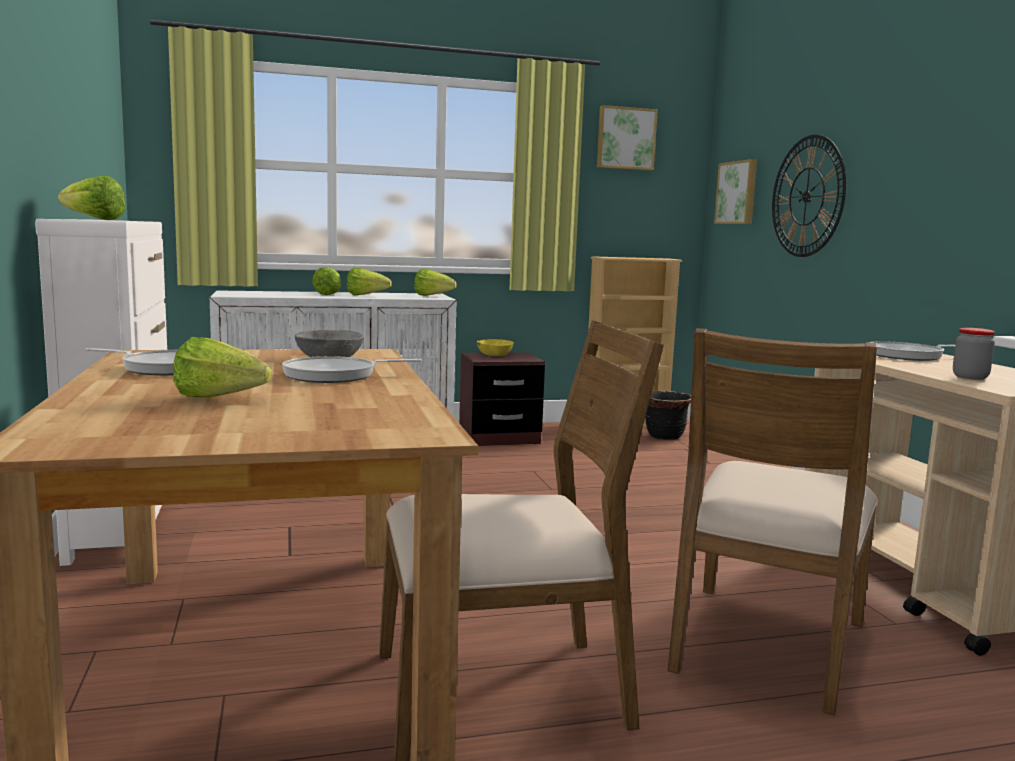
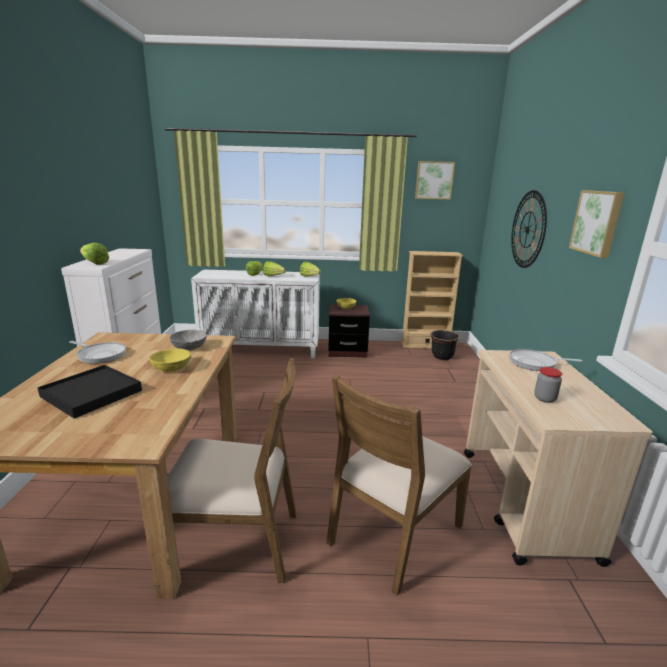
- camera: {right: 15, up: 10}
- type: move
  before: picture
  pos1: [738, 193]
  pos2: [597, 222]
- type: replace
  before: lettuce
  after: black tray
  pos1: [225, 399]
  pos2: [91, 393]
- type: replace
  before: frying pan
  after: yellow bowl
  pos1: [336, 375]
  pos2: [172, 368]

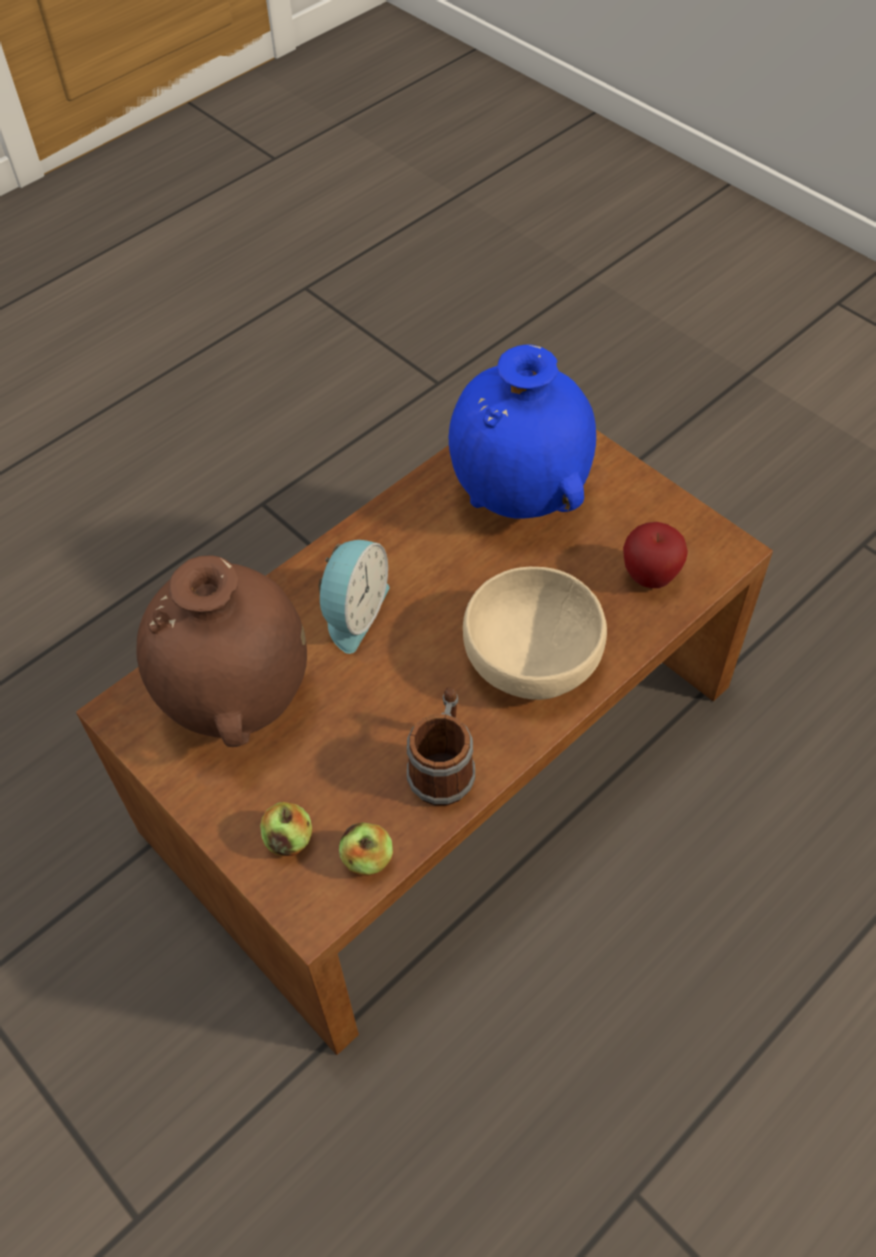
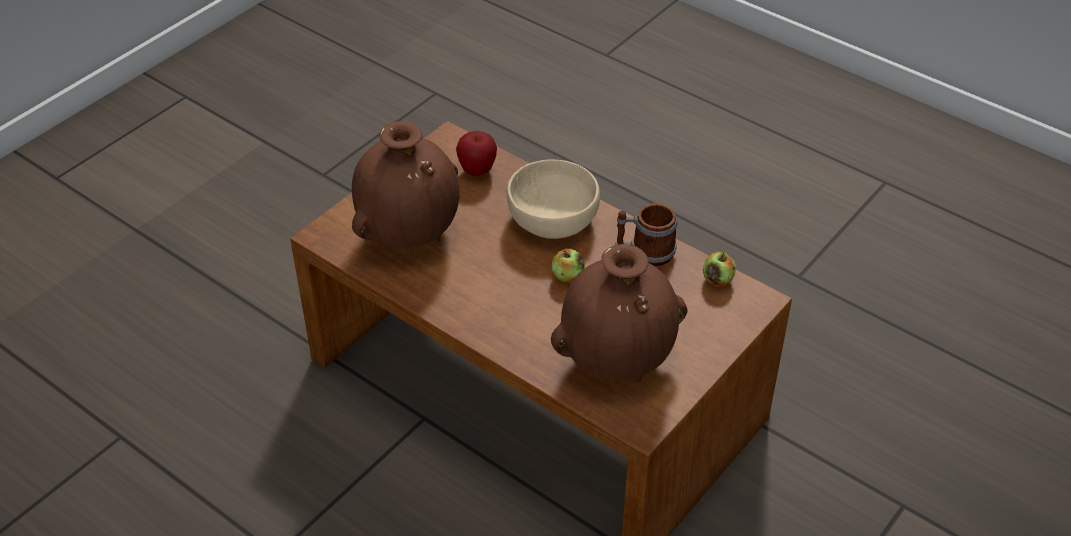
- camera: {right: -100, up: -10}
- type: delete
  before: alarm clock
  pos1: [353, 613]
- type: move
  before: apple
  pos1: [289, 839]
  pos2: [567, 276]
- type: recolor
  before: blue vase
  after: brown vase
  pos1: [520, 496]
  pos2: [410, 235]

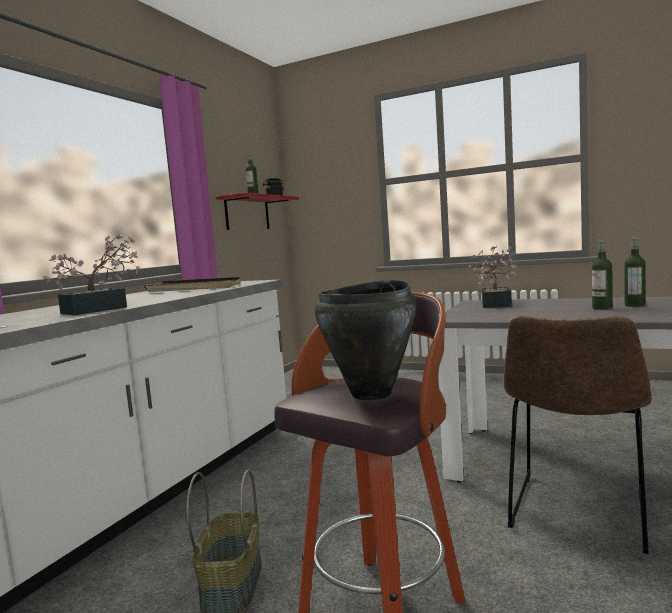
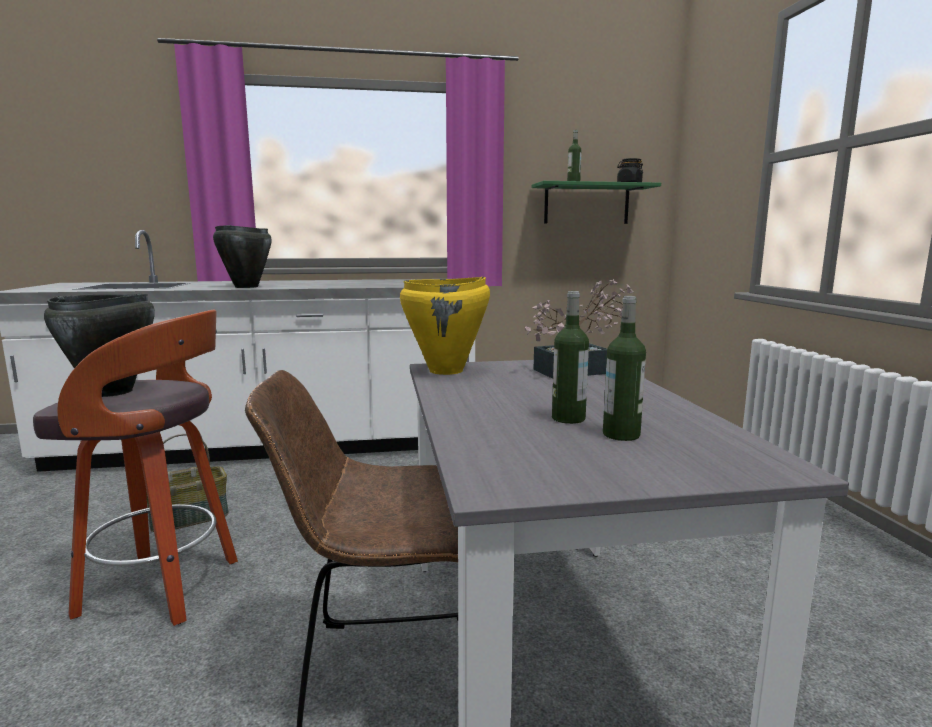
- camera: {right: 55, up: 5}
- type: delete
  before: black tray
  pos1: [195, 288]
- type: insert
  after: yellow cooking pot
  pos2: [446, 371]
- type: replace
  before: potted plant
  after: black cooking pot
  pos1: [102, 309]
  pos2: [246, 287]
- type: recolor
  before: red shelf
  after: green shelf
  pos1: [247, 213]
  pos2: [586, 204]

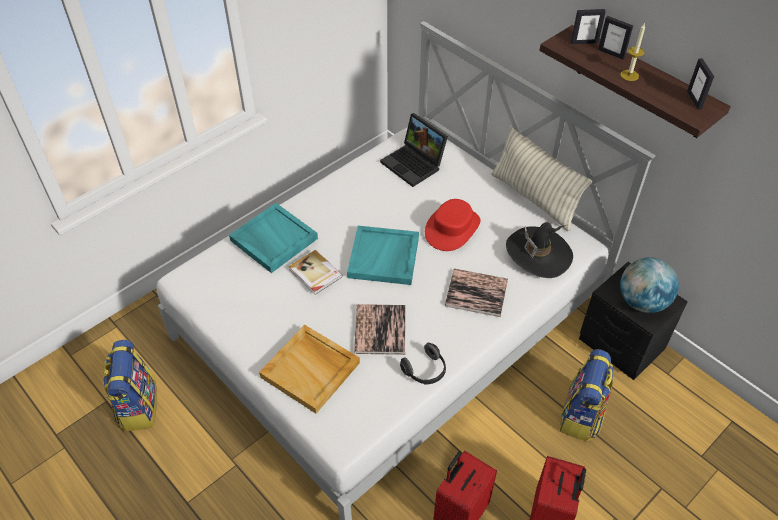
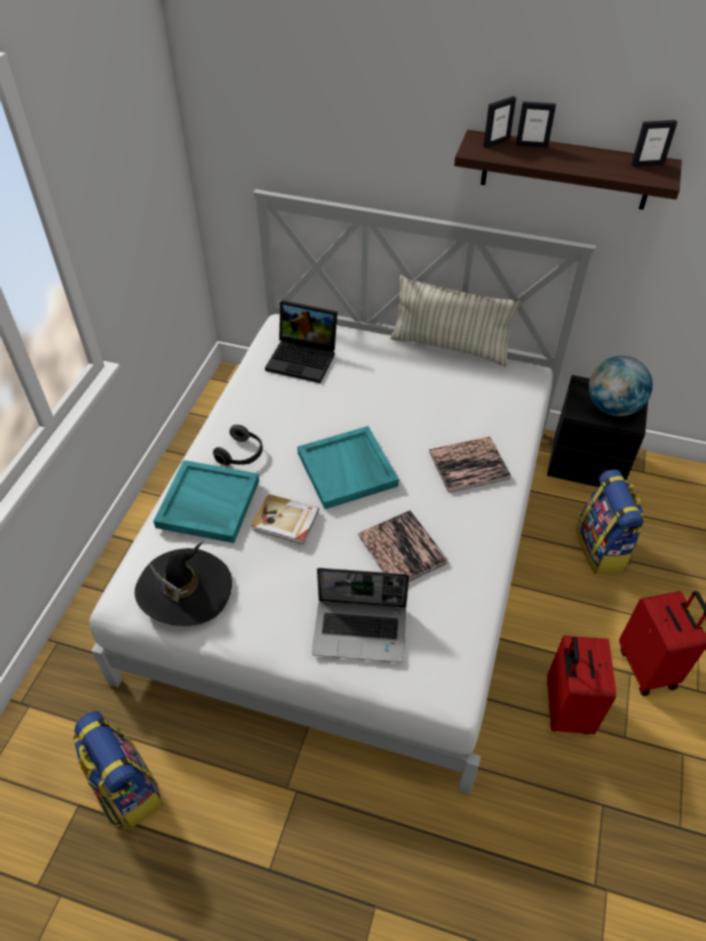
- camera: {right: -30, up: 0}
- type: delete
  before: red hat
  pos1: [452, 228]
- type: delete
  before: candle
  pos1: [629, 75]
- type: move
  before: headphones
  pos1: [425, 371]
  pos2: [241, 455]
- type: move
  before: black hat
  pos1: [538, 253]
  pos2: [185, 589]
- type: replace
  before: beige tray
  after: laptop
  pos1: [311, 370]
  pos2: [361, 630]
- type: rotate
  before: picture frame
  pos1: [694, 100]
  pos2: [647, 164]
  turn: -60

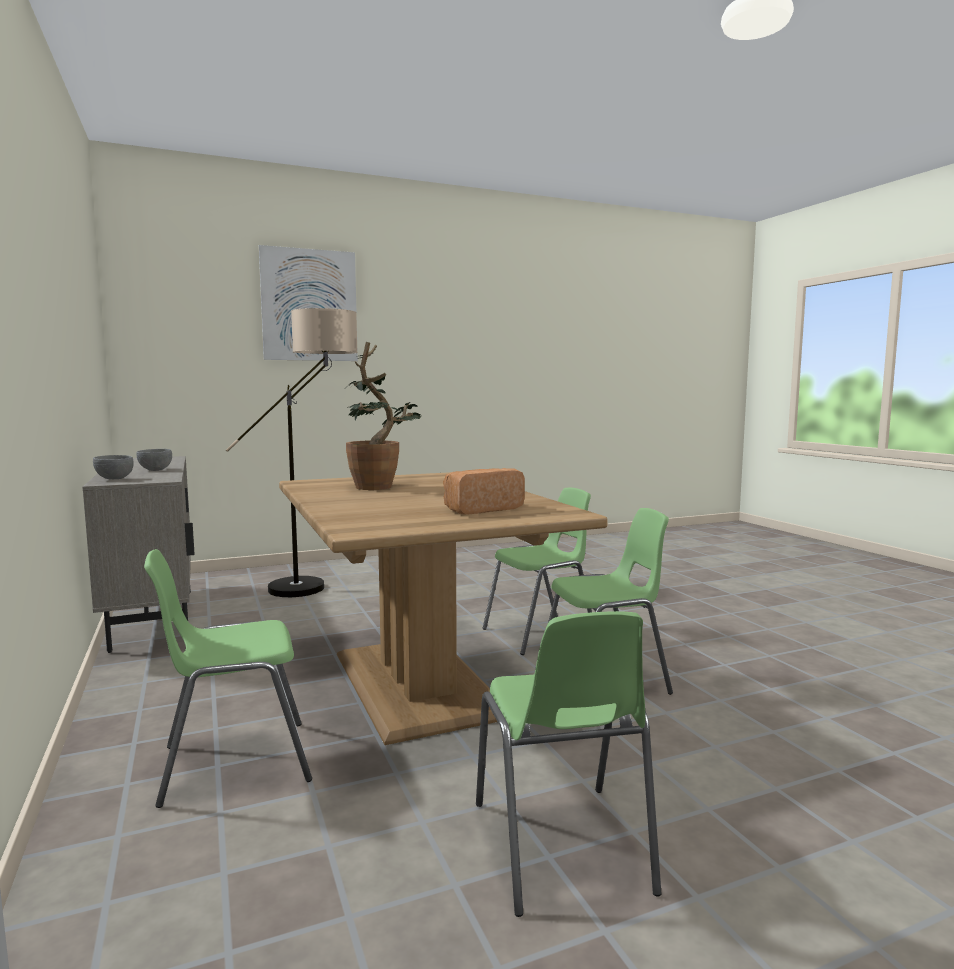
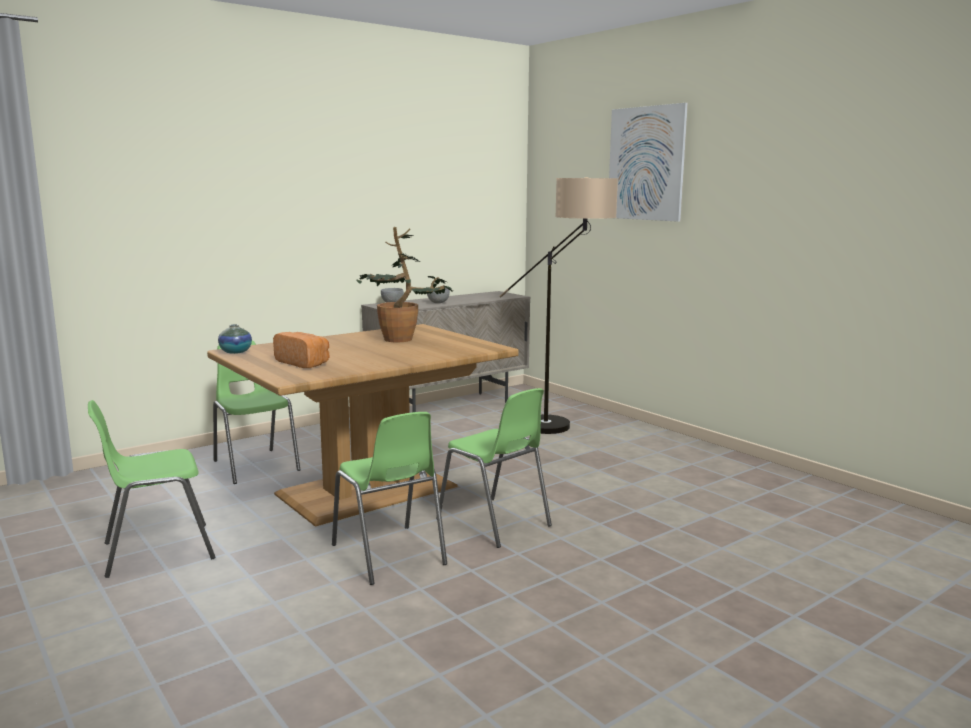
- camera: {right: 75, up: 5}
- type: insert
  after: vase
  pos2: [235, 352]

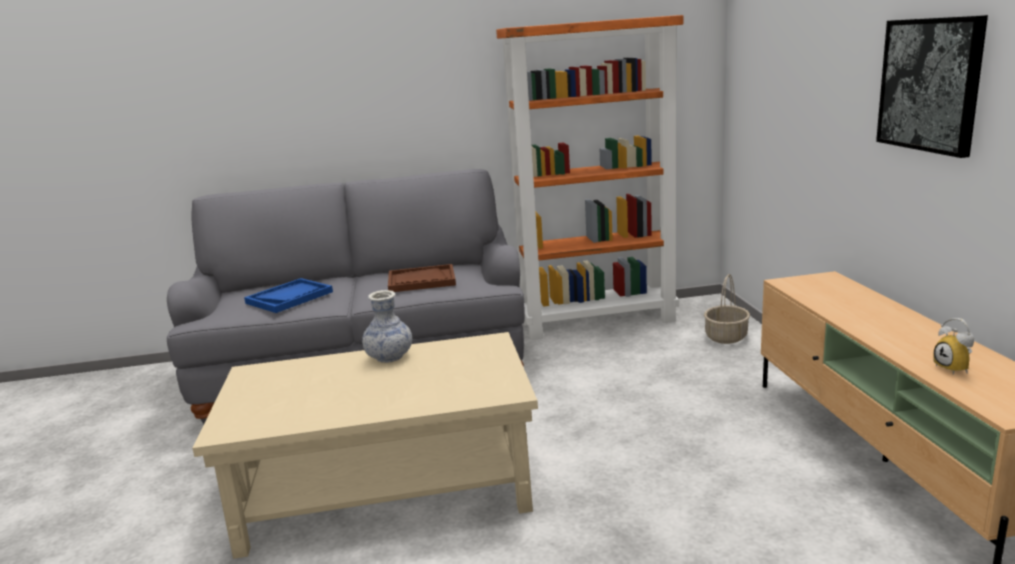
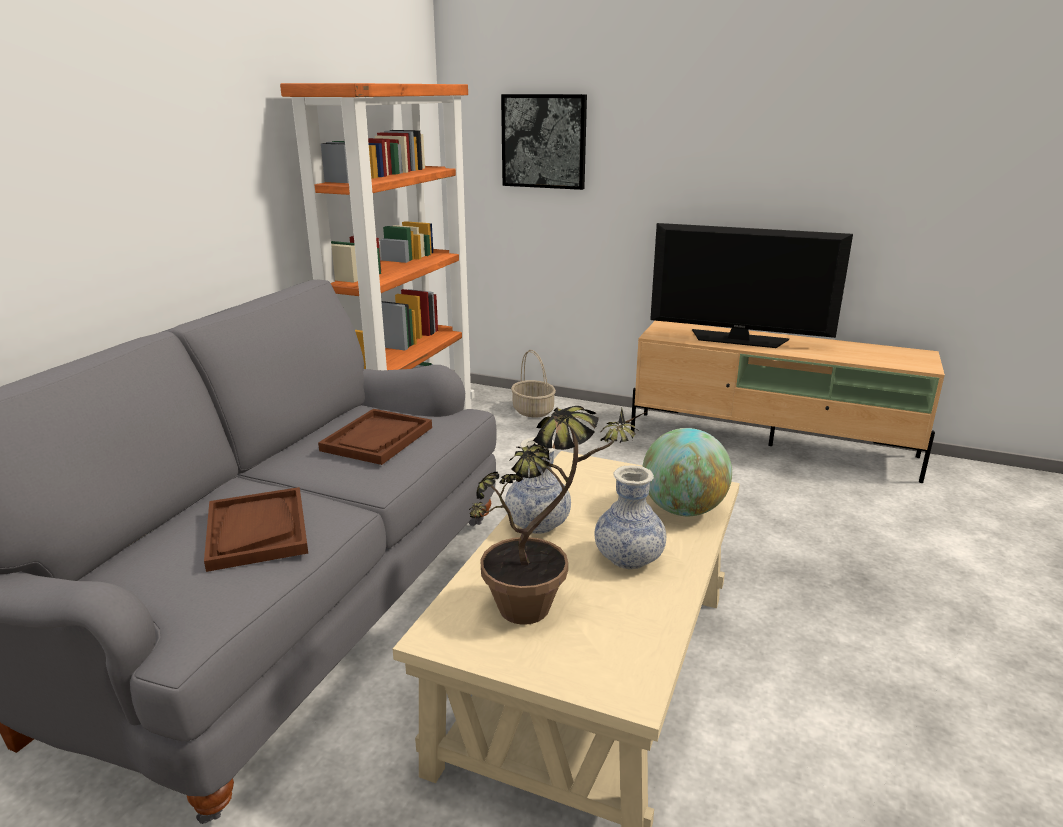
- camera: {right: -60, up: 5}
- type: delete
  before: alarm clock
  pos1: [955, 369]
- type: insert
  after: potted plant
  pos2: [544, 606]
- type: insert
  after: vase
  pos2: [628, 558]
- type: insert
  after: globe
  pos2: [683, 510]
- type: insert
  after: television
  pos2: [738, 339]
- type: move
  before: picture
  pos1: [930, 84]
  pos2: [544, 141]
- type: recolor
  before: blue tray
  after: brown tray
  pos1: [289, 297]
  pos2: [257, 530]

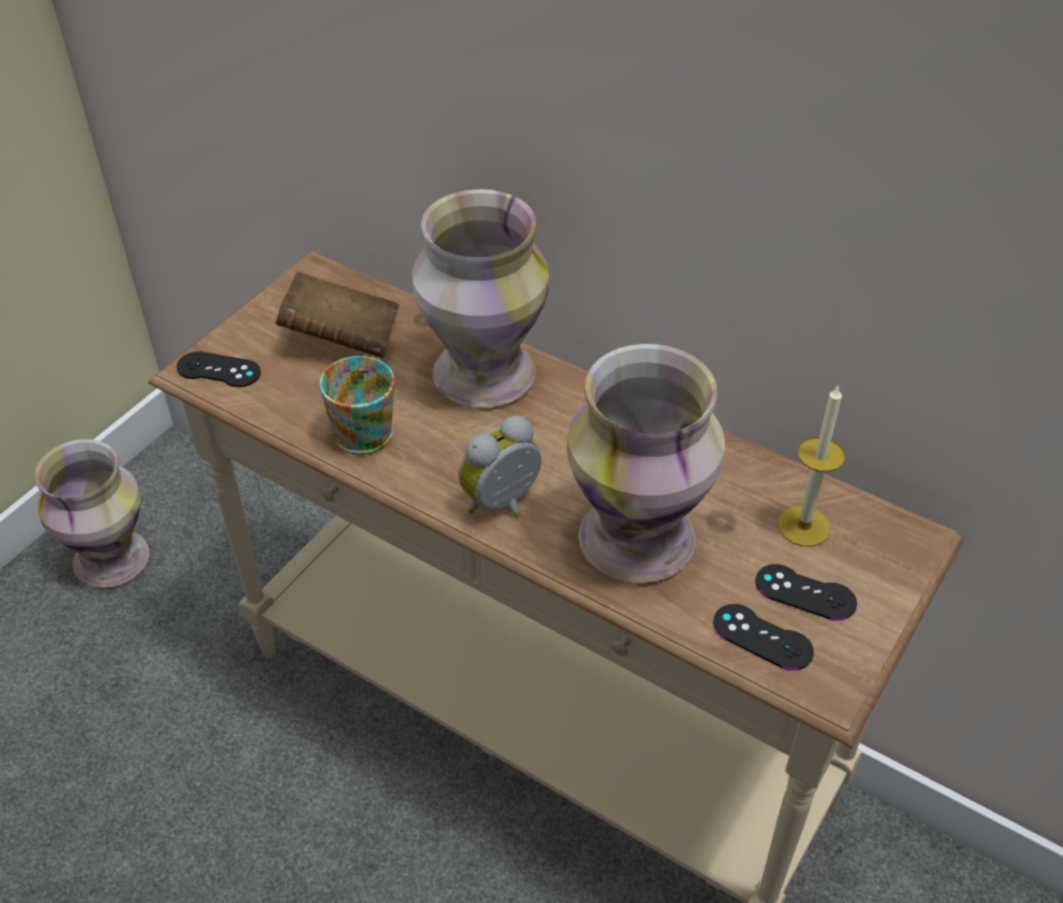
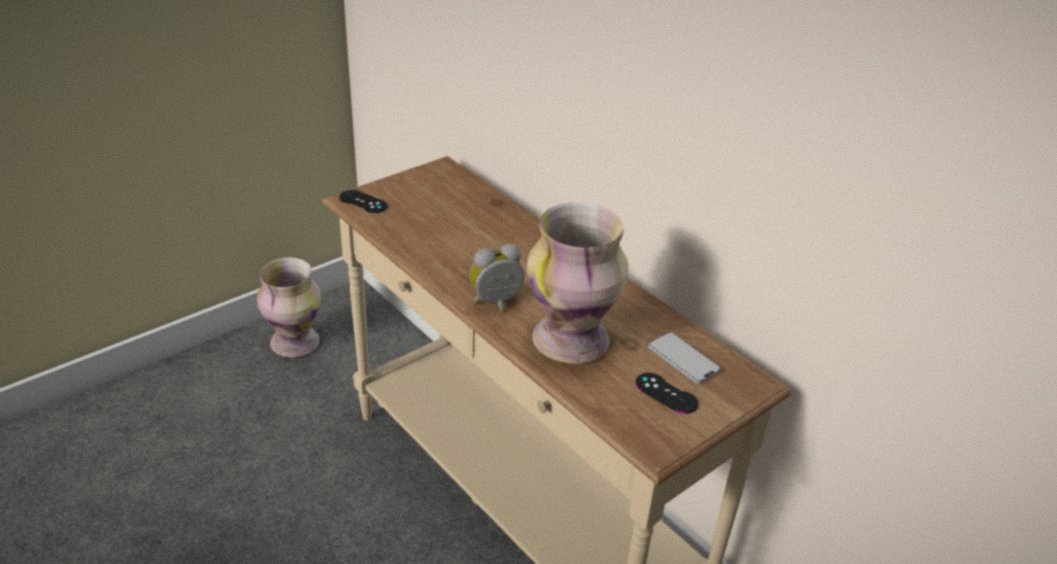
- camera: {right: 15, up: -10}
- type: delete
  before: brown book
  pos1: [342, 338]
- type: delete
  before: mug
  pos1: [365, 426]
- type: delete
  before: vase
  pos1: [481, 375]
- type: delete
  before: black game controller
  pos1: [762, 637]
- type: replace
  before: candle
  after: phone
  pos1: [803, 526]
  pos2: [683, 359]

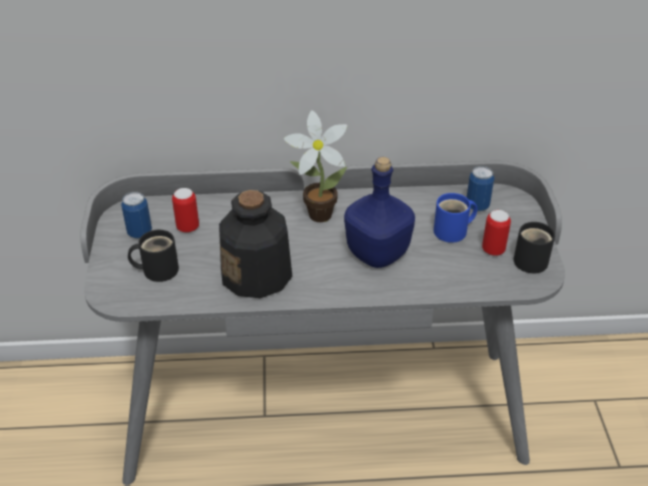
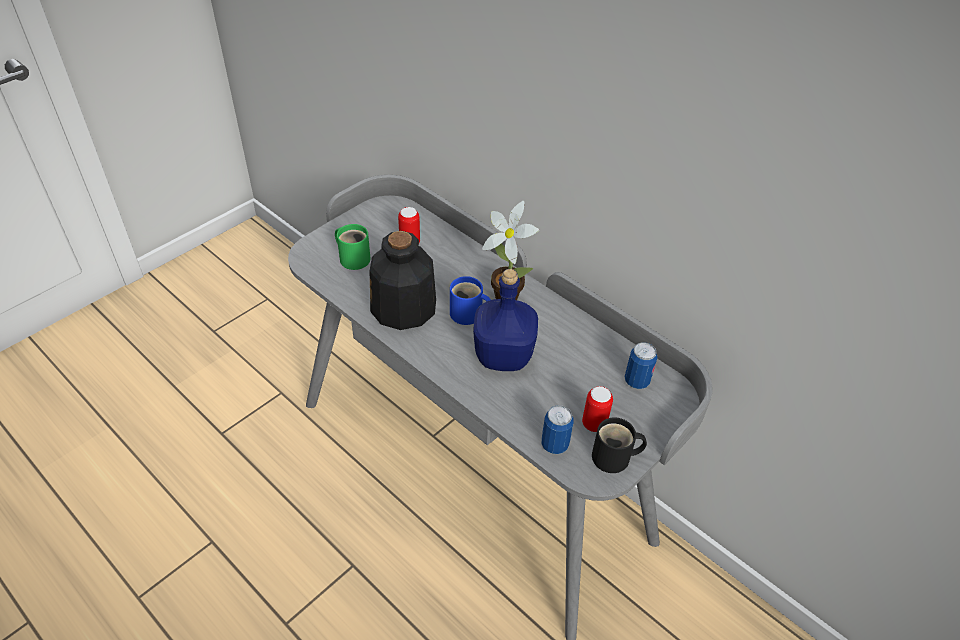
- camera: {right: 45, up: 5}
- type: move
  before: can
  pos1: [139, 232]
  pos2: [554, 445]
- type: move
  before: blue mug
  pos1: [453, 231]
  pos2: [468, 315]
- type: recolor
  before: black mug
  after: green mug
  pos1: [157, 269]
  pos2: [353, 257]

